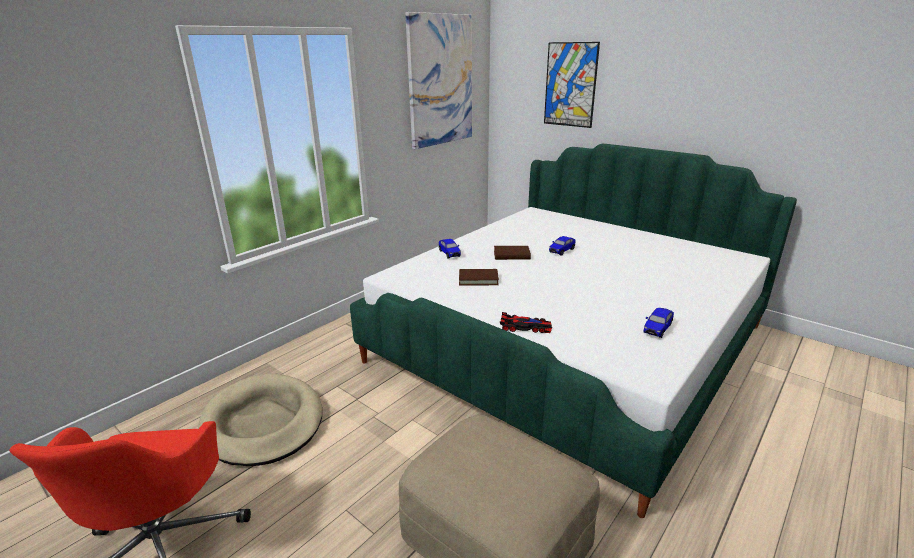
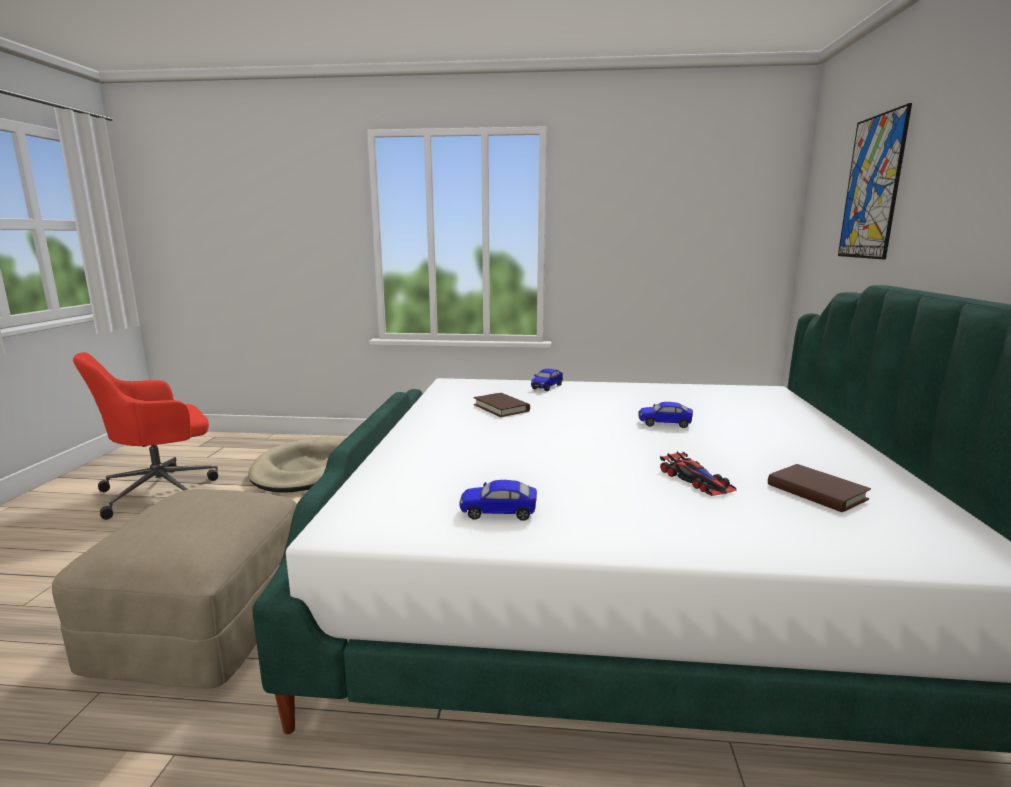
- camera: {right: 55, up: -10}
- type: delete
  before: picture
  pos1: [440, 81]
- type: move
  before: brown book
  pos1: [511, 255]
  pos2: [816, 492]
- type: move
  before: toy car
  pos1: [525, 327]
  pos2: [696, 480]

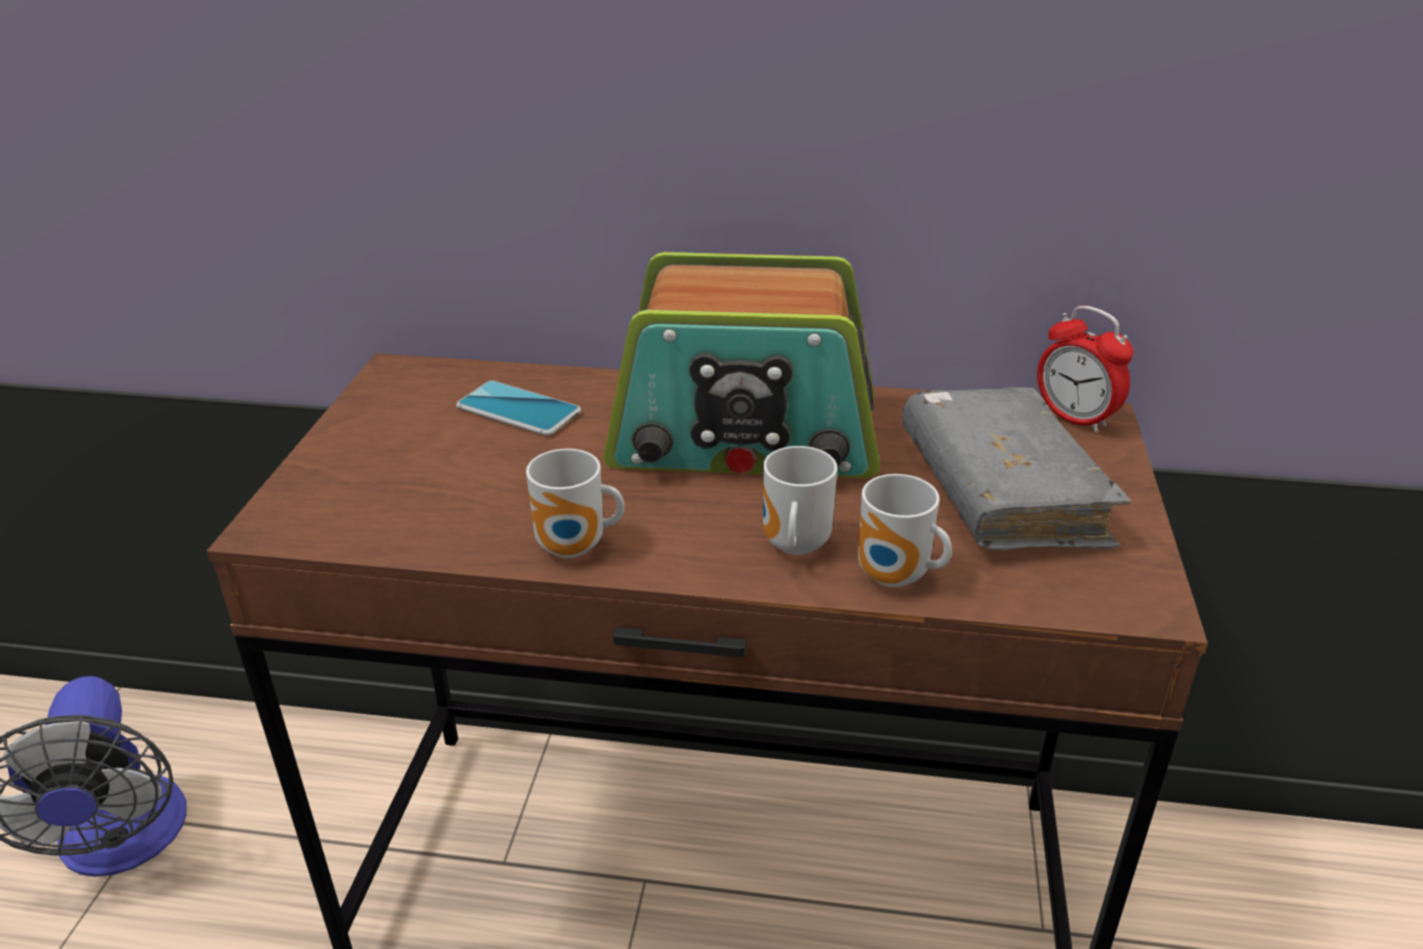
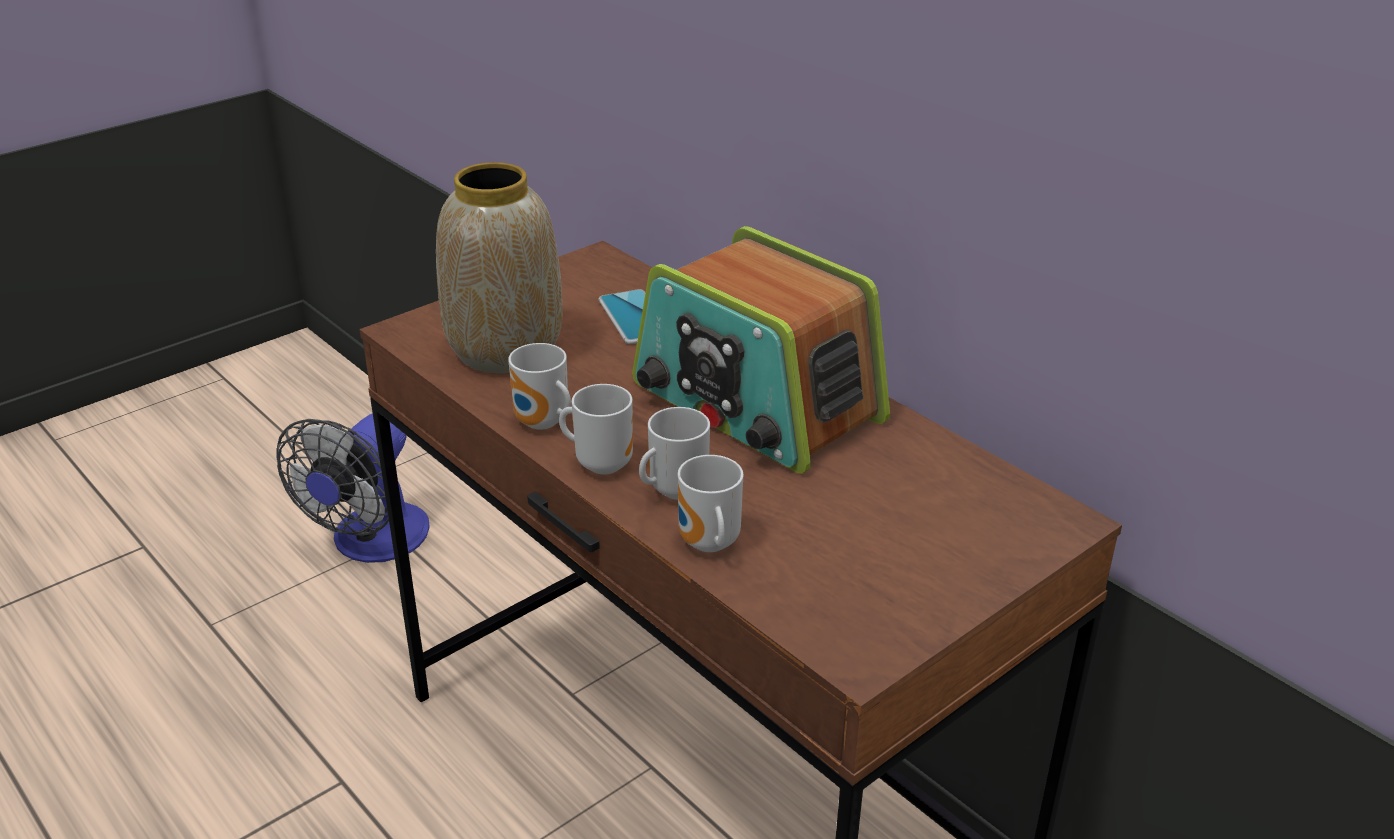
- camera: {right: 40, up: 0}
- type: delete
  before: grey book
  pos1: [1001, 493]
- type: delete
  before: alarm clock
  pos1: [1075, 419]
- type: insert
  after: vase
  pos2: [503, 350]
- type: insert
  after: mug
  pos2: [601, 463]

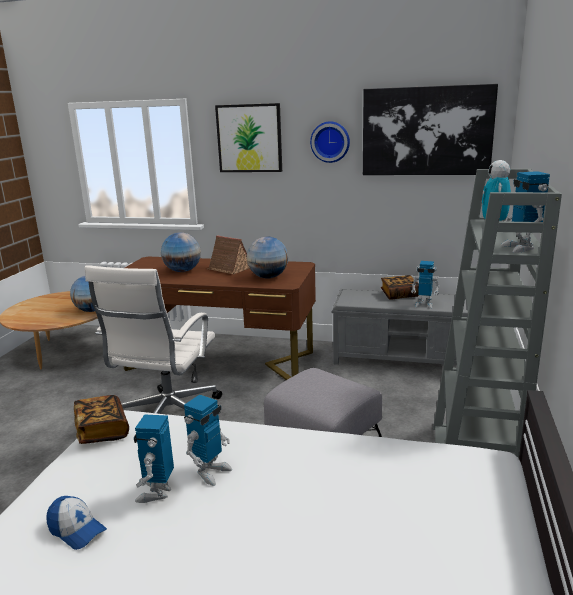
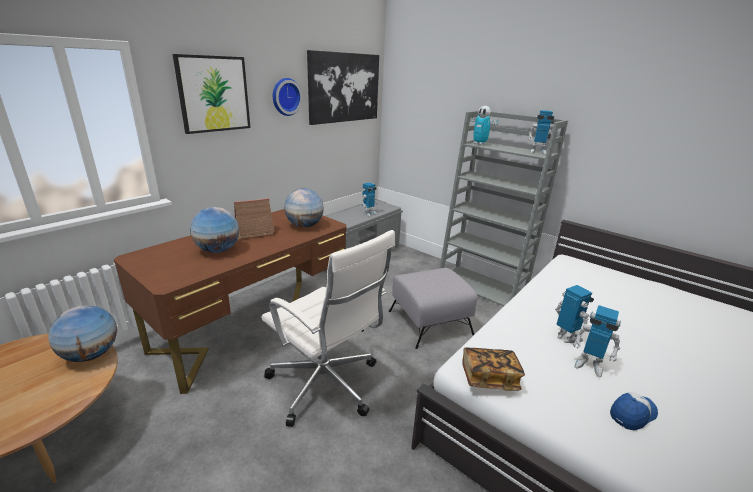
- camera: {right: -65, up: 5}
- type: delete
  before: book
  pos1: [399, 295]

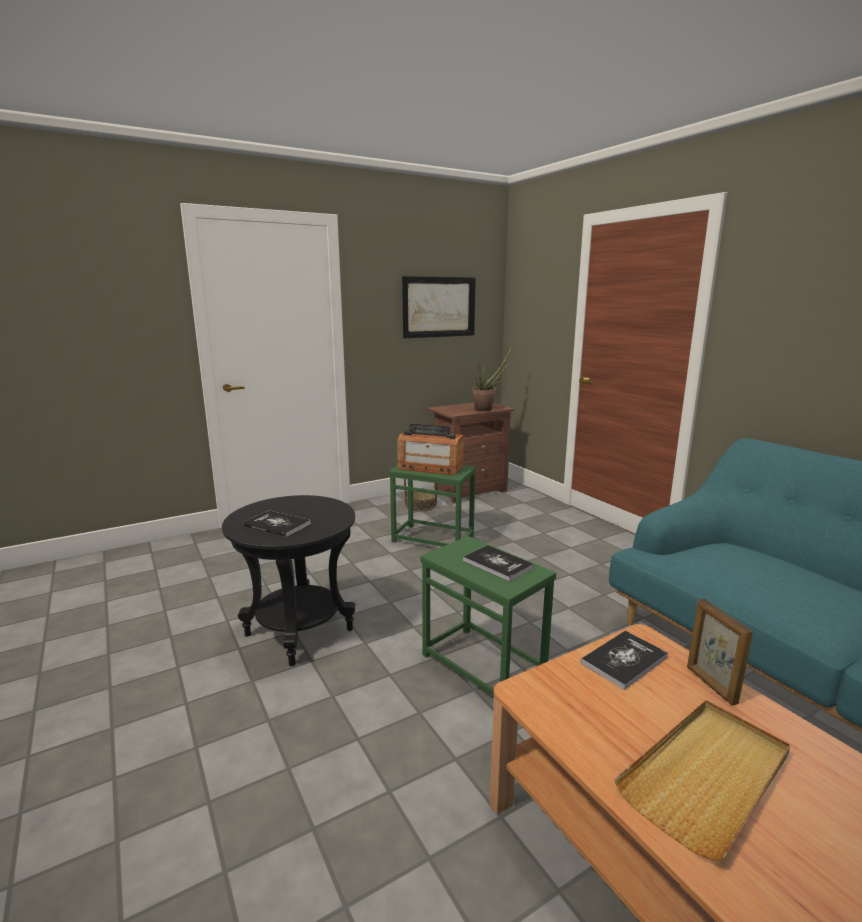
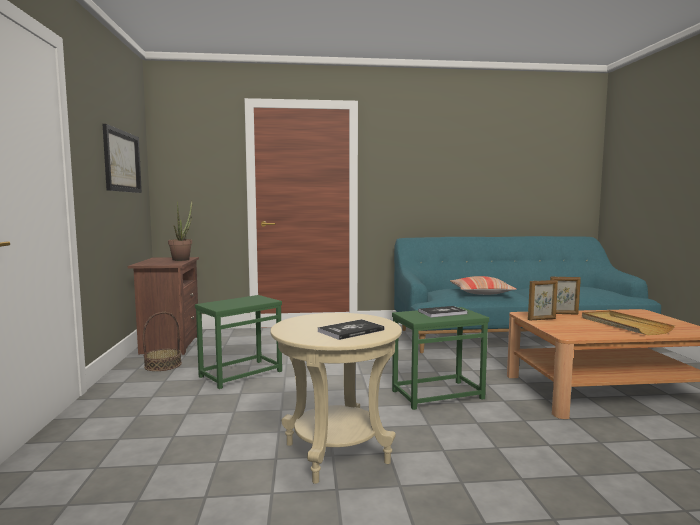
- camera: {right: -65, up: -10}
- type: delete
  before: radio
  pos1: [430, 468]
- type: insert
  after: pillow
  pos2: [481, 293]
- type: replace
  before: book
  after: picture frame
  pos1: [624, 660]
  pos2: [542, 319]
- type: recolor
  before: black side table
  after: beige side table
  pos1: [299, 632]
  pos2: [336, 453]

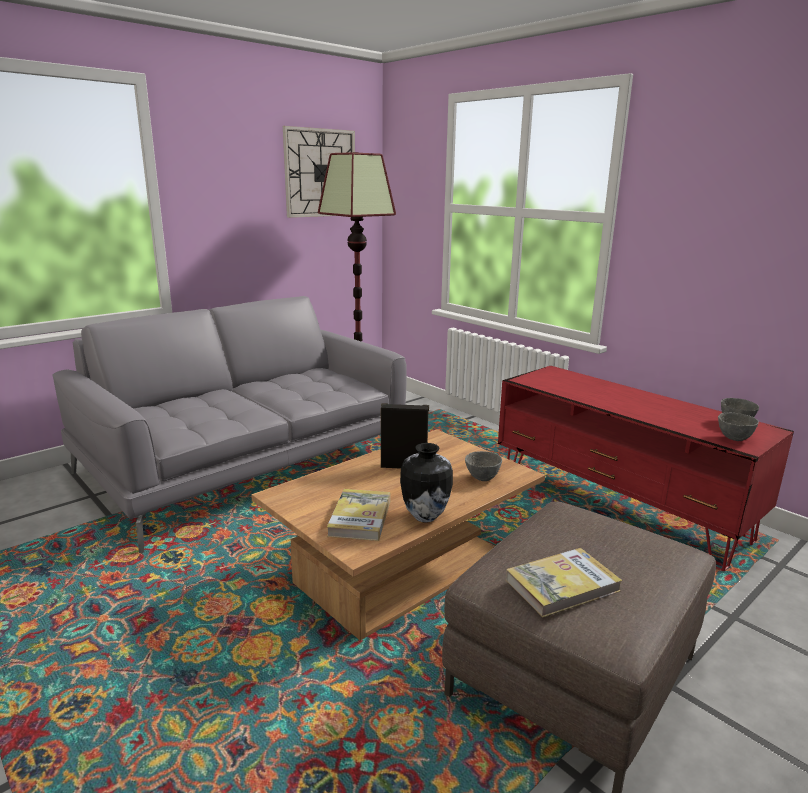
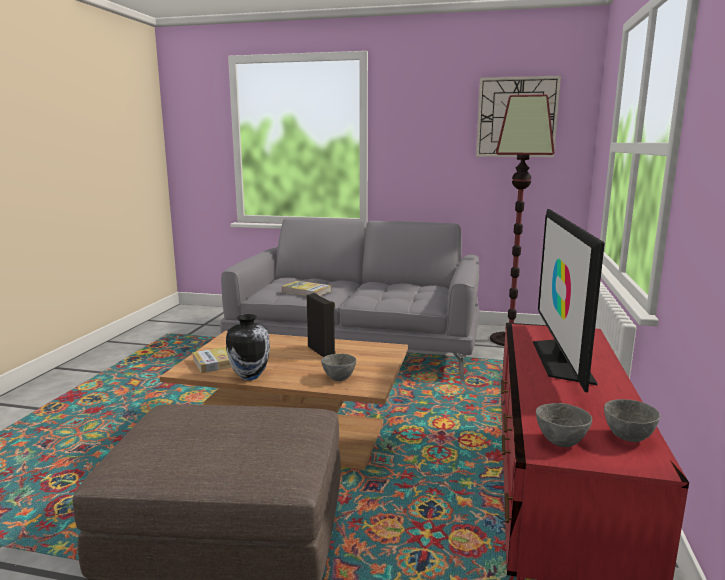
- camera: {right: 55, up: -5}
- type: insert
  after: television
  pos2: [560, 359]
- type: move
  before: book
  pos1: [562, 585]
  pos2: [306, 291]

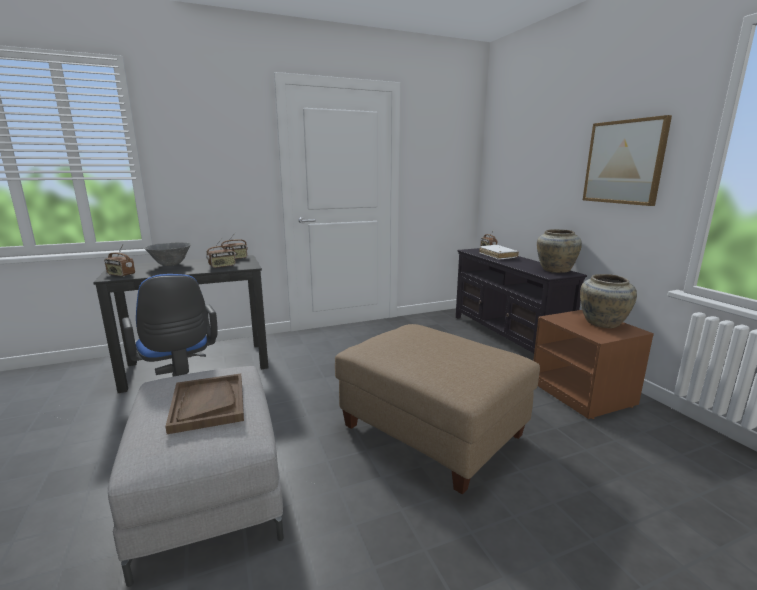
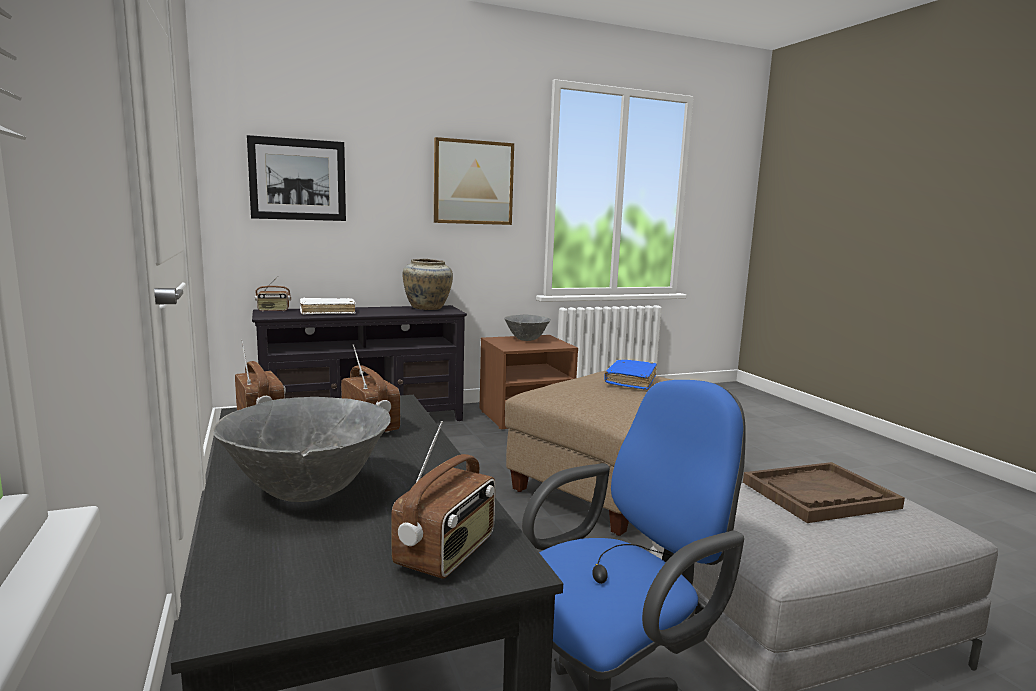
- camera: {right: -90, up: -5}
- type: insert
  after: picture
  pos2: [298, 179]
- type: insert
  after: blue book
  pos2: [630, 381]
- type: replace
  before: beige vase
  after: grey bowl
  pos1: [602, 323]
  pos2: [526, 340]

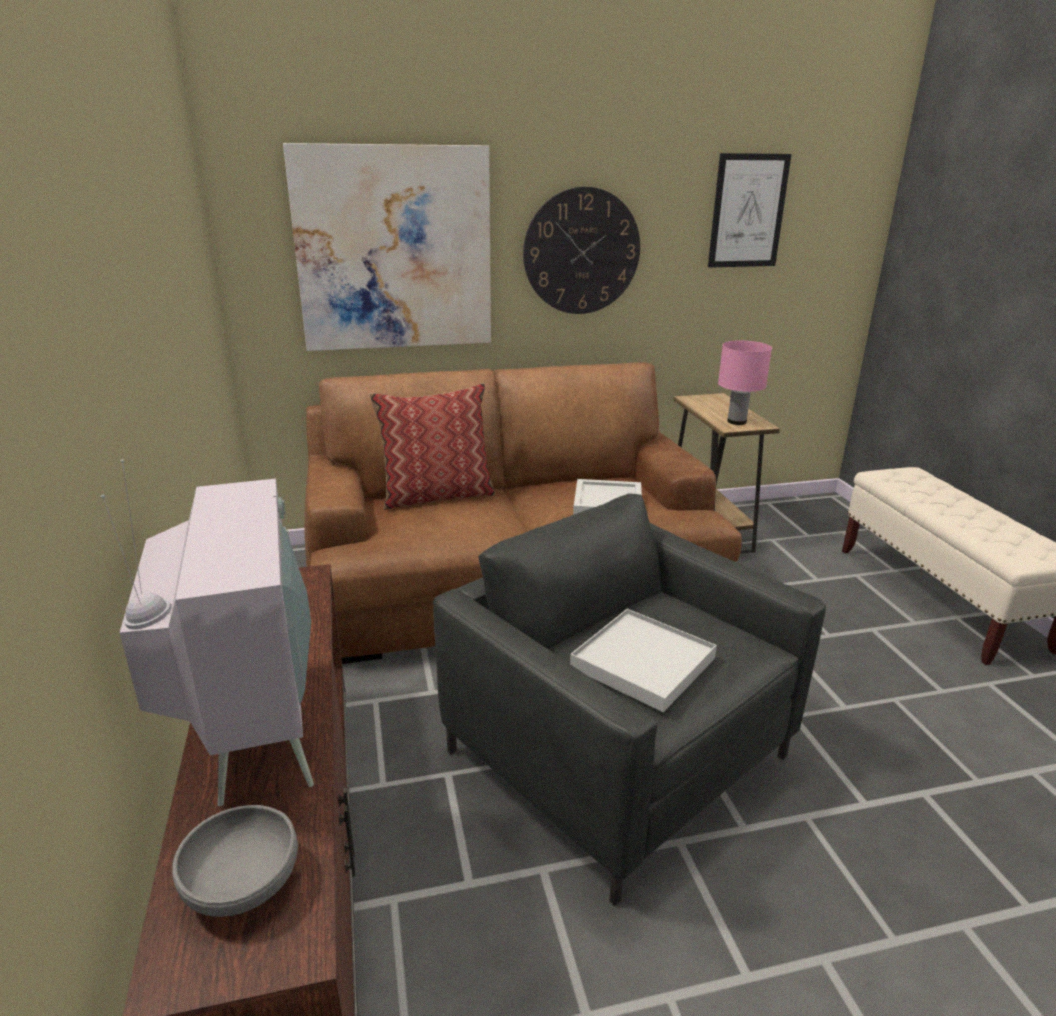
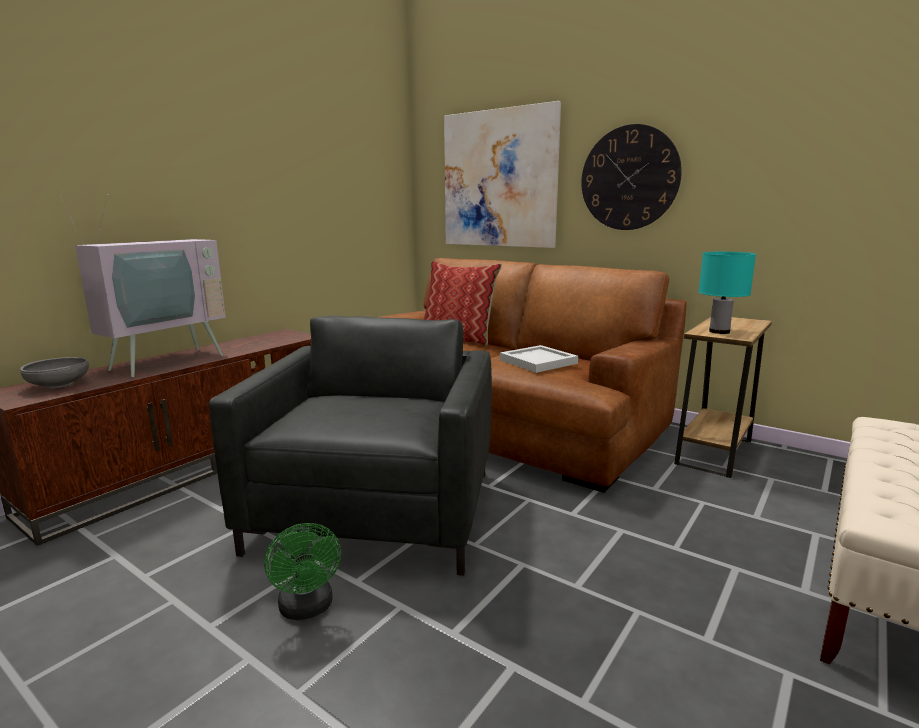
- camera: {right: 50, up: -10}
- type: delete
  before: white tray
  pos1: [642, 663]
- type: delete
  before: picture
  pos1: [748, 211]
- type: insert
  after: green fan
  pos2: [307, 609]
- type: recolor
  before: pink table lamp
  after: turquoise table lamp
  pos1: [736, 421]
  pos2: [719, 331]

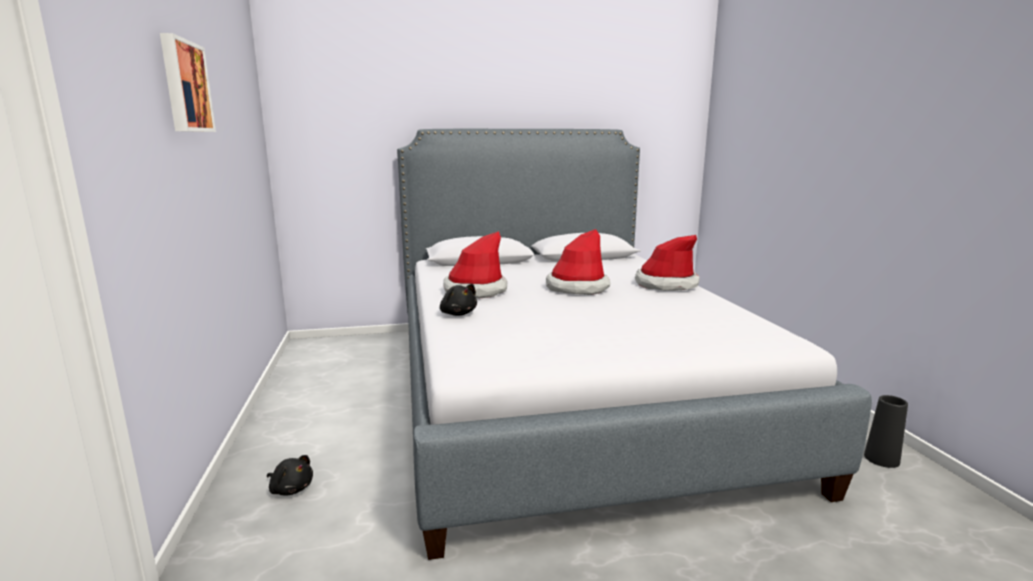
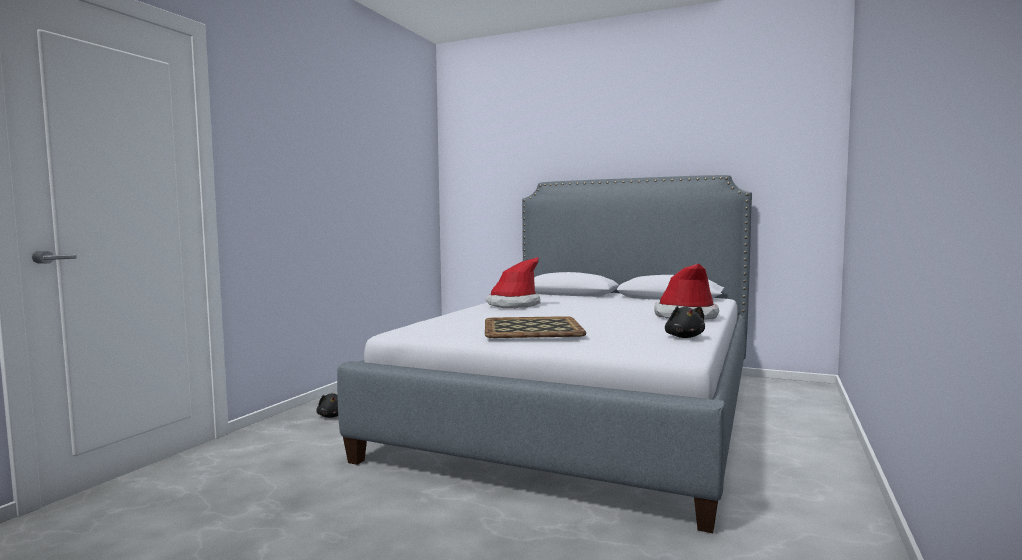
- camera: {right: 35, up: -10}
- type: delete
  before: picture
  pos1: [184, 87]
- type: delete
  before: hat
  pos1: [577, 288]
- type: delete
  before: black vase
  pos1: [881, 459]
- type: insert
  after: tray
  pos2: [531, 328]
- type: move
  before: black plush toy
  pos1: [457, 314]
  pos2: [684, 337]

